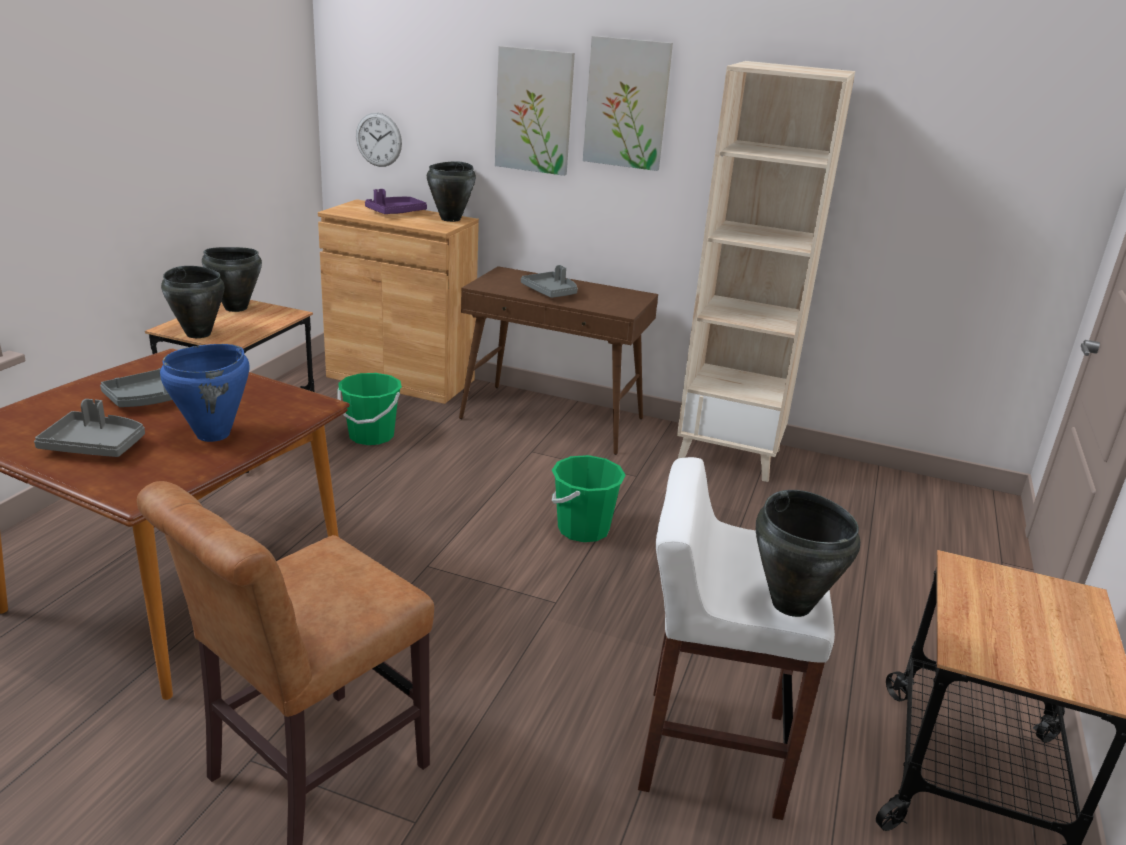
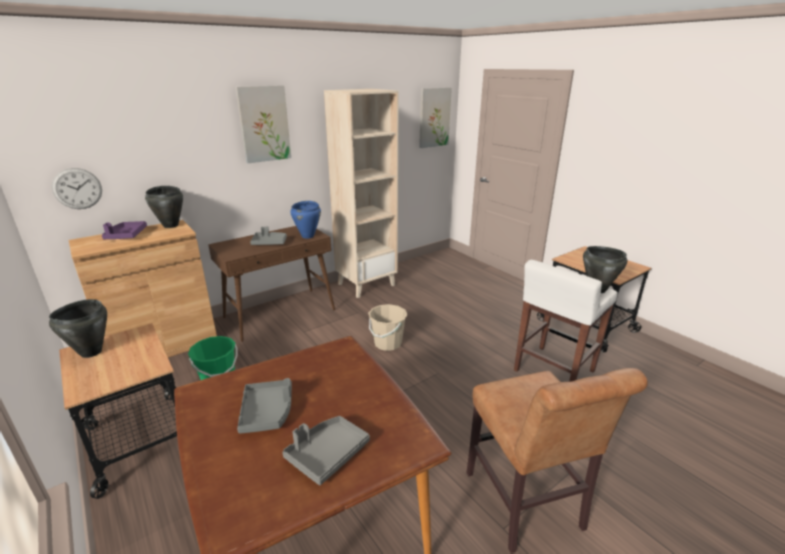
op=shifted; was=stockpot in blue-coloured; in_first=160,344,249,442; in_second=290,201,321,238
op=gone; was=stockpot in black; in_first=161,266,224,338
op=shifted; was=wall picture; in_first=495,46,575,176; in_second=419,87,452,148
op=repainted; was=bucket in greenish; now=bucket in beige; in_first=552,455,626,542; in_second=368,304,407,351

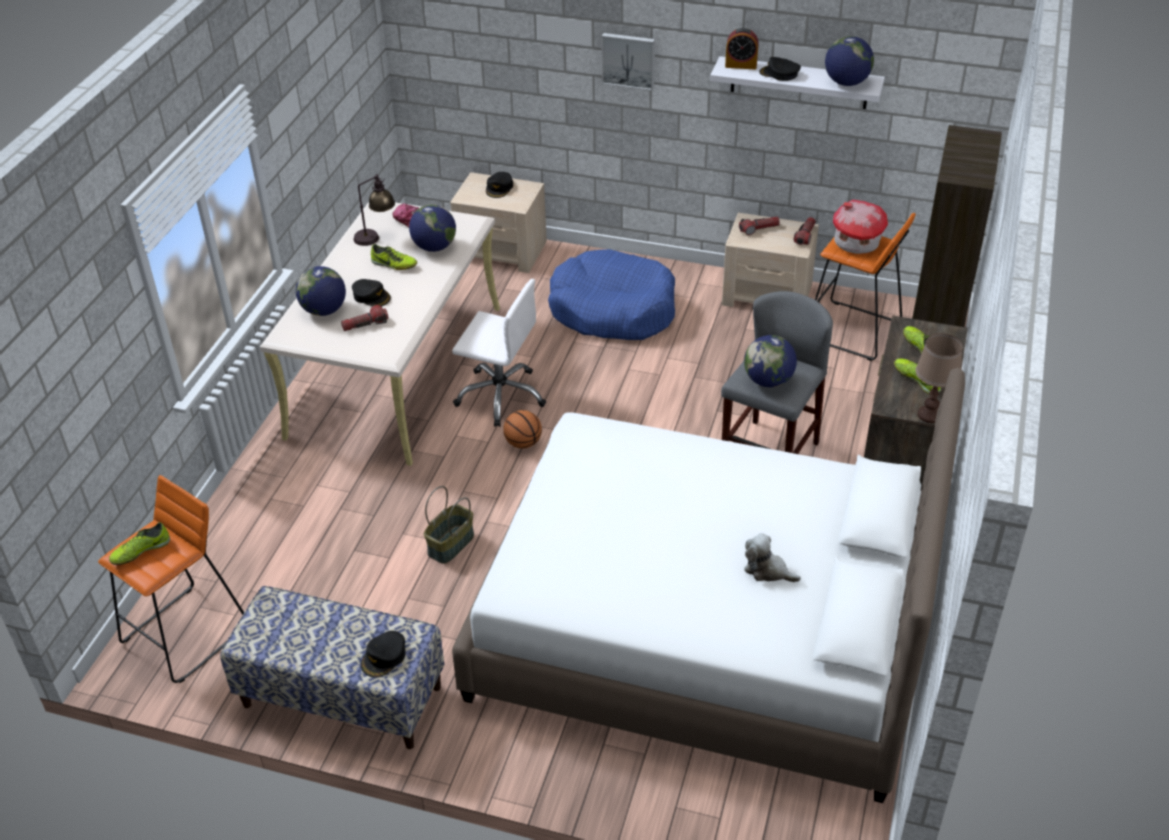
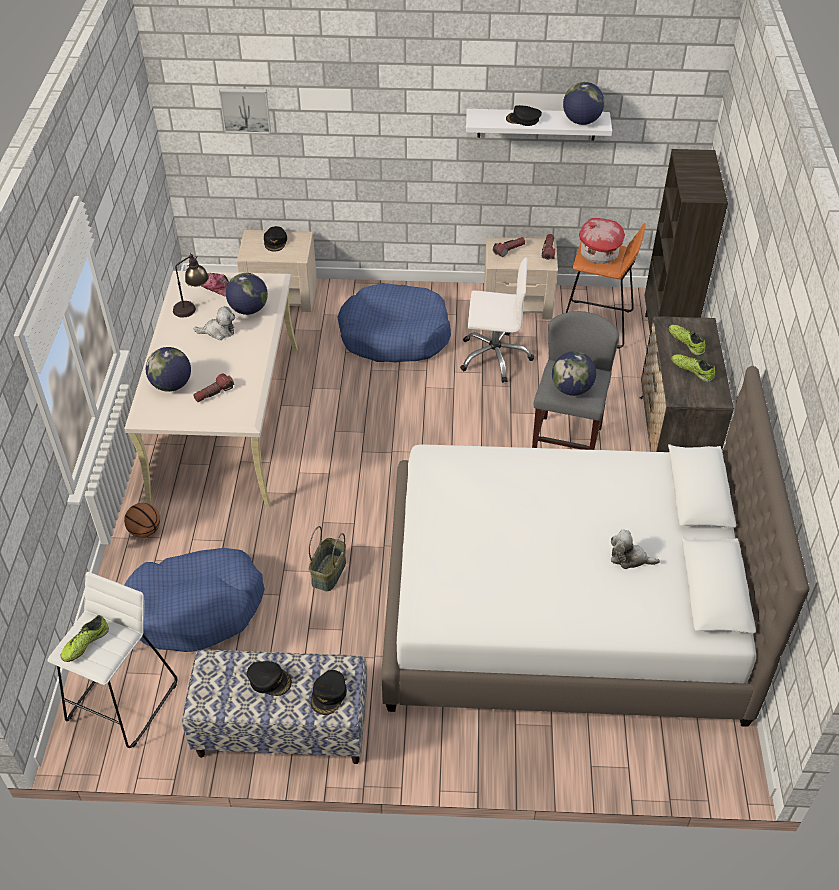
op=repainted; was=sitting stool in orange-coloured; now=sitting stool in white-coloured; in_first=98,475,244,683; in_second=47,572,177,748
op=shifted; was=peaked cap in black; in_first=352,279,391,307; in_second=247,661,292,696
op=swapped; was=low shoe; now=plush toy; in_first=371,244,417,270; in_second=194,306,235,340
op=shifted; was=computer chair in white-coloured; in_first=452,279,546,427; in_second=460,258,534,383
op=shifted; was=basketball; in_first=503,410,542,449; in_second=124,503,160,538
op=shifted; was=wall picture; in_first=602,33,655,91; in_second=219,88,271,134
op=gone; was=alarm clock; in_first=725,28,758,69
op=gone; was=lamp for a table in brown-coloured; in_first=916,333,963,423
op=new; now=dog cushion in blue-coloured; in_second=124,548,265,652

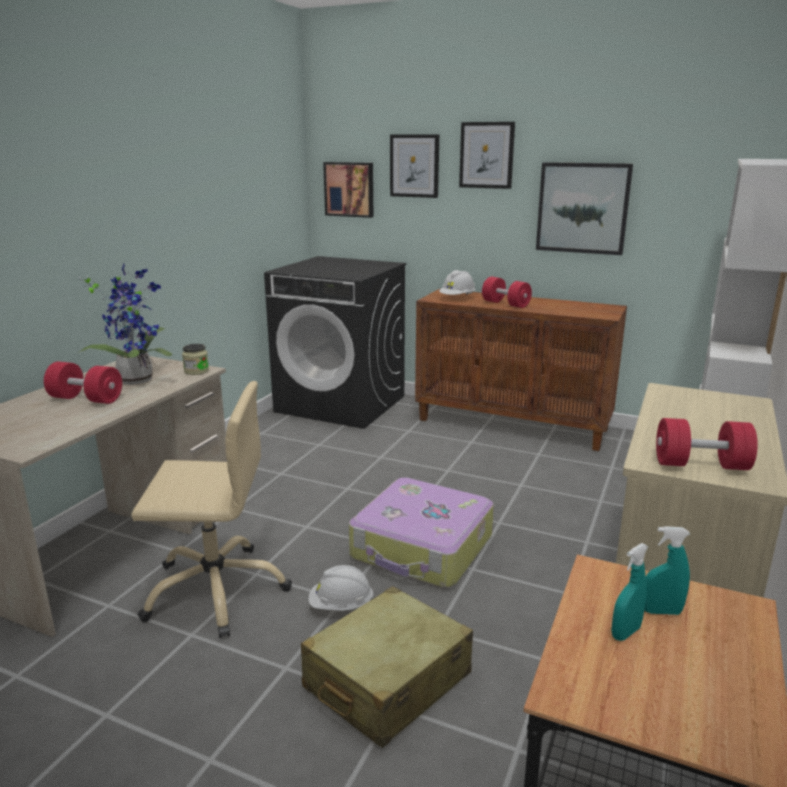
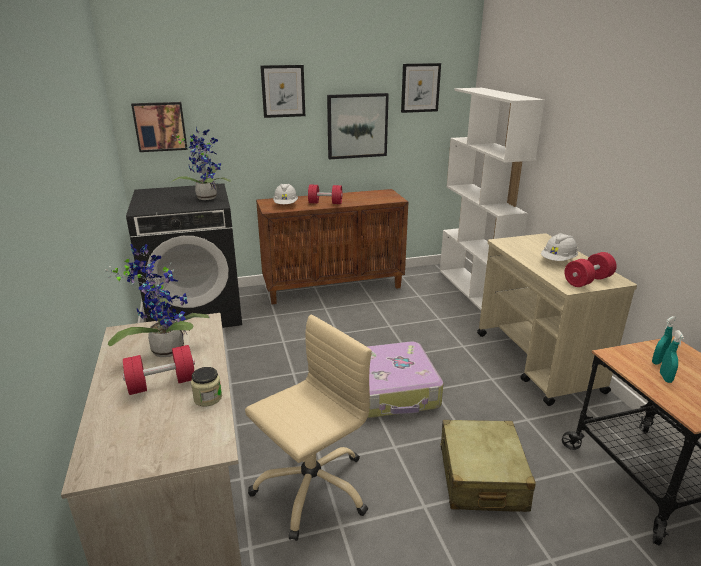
op=shifted; was=preserve jar; in_first=182,344,209,375; in_second=191,367,222,406
op=shifted; was=work helmet in white-coloured; in_first=309,565,374,611; in_second=541,233,578,261
op=shifted; was=wall picture; in_first=390,134,439,198; in_second=401,63,441,113
op=new; now=plant in a pot; in_second=171,126,231,200

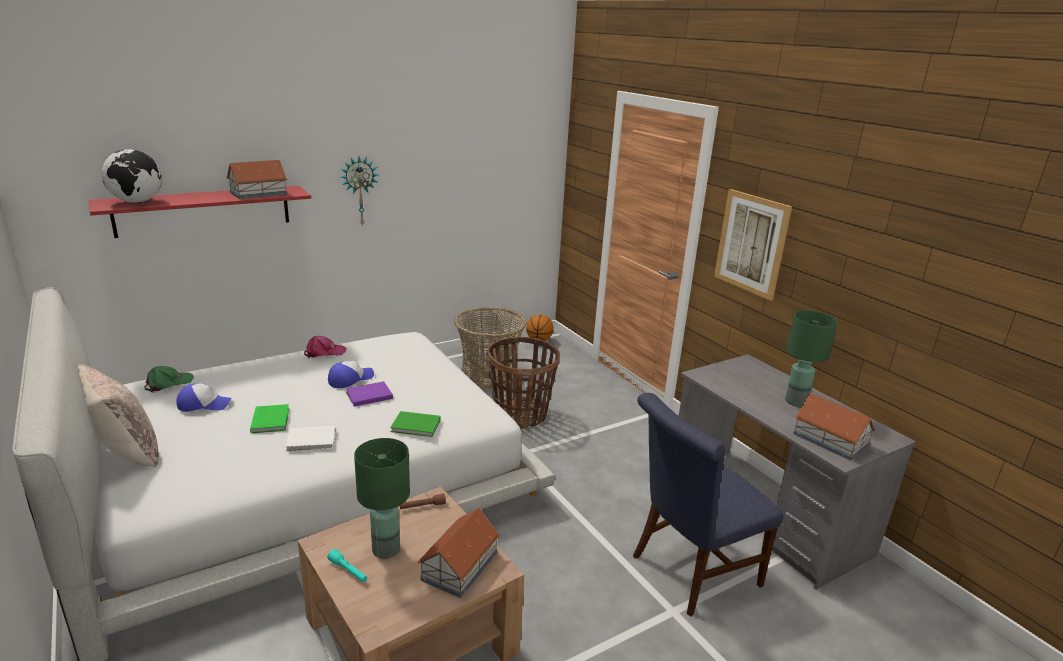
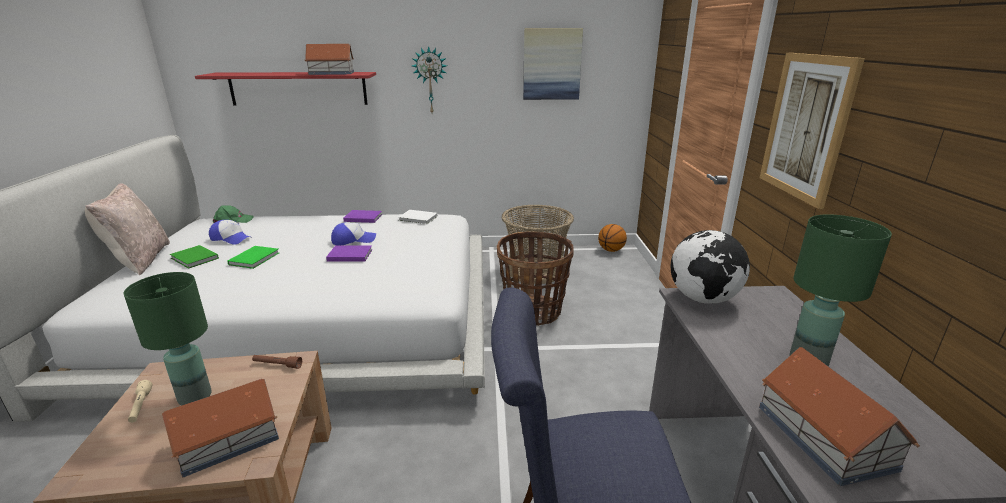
op=shifted; was=desk globe; in_first=102,149,162,203; in_second=670,230,750,304
op=shifted; was=volume in white-coloured; in_first=285,426,335,452; in_second=398,210,438,224
op=swapped; was=peaked cap in pinkish; now=volume in purple-coloured; in_first=304,336,346,358; in_second=343,210,382,223
op=repainted; was=flashlight in turquoise-coloured; now=flashlight in beige; in_first=327,549,367,582; in_second=128,380,152,423
op=shifted; was=volume in greenish; in_first=390,411,440,437; in_second=170,245,219,269
op=new; now=wall picture; in_second=523,28,583,100

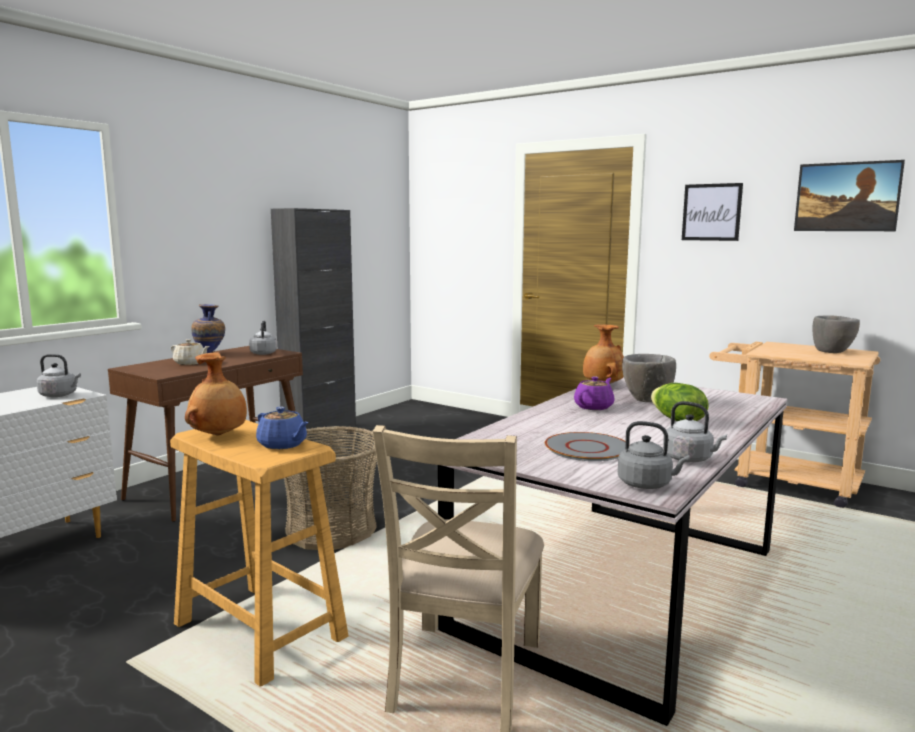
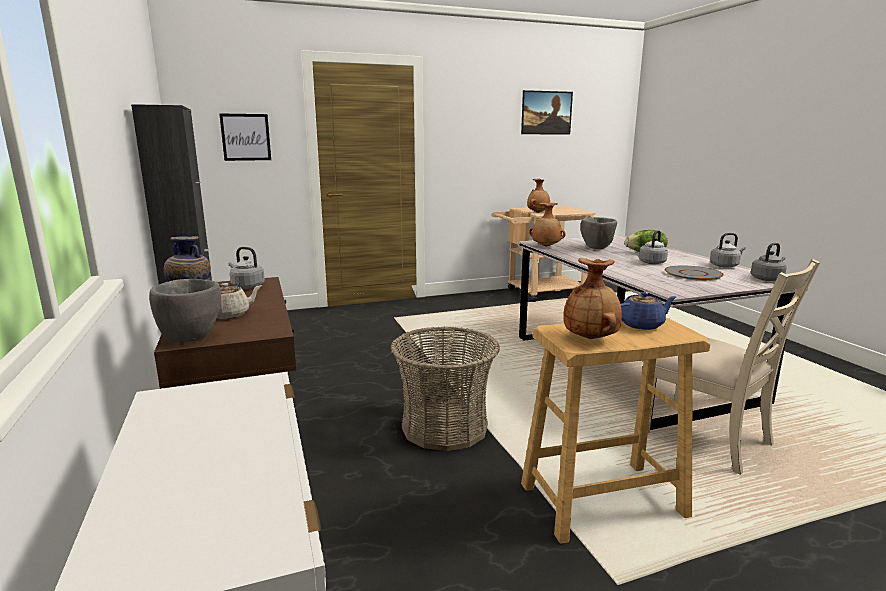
op=shifted; was=kettle in gray; in_first=37,354,81,397; in_second=639,230,668,264
op=gone; was=tea pot in purple-coloured; in_first=574,376,615,410
op=shifted; was=wall picture; in_first=682,183,743,241; in_second=219,113,271,161
op=shifted; was=serving bowl in gray; in_first=812,315,860,353; in_second=149,279,221,343
op=new; now=decorative vase in brown-coloured; in_second=527,178,550,213

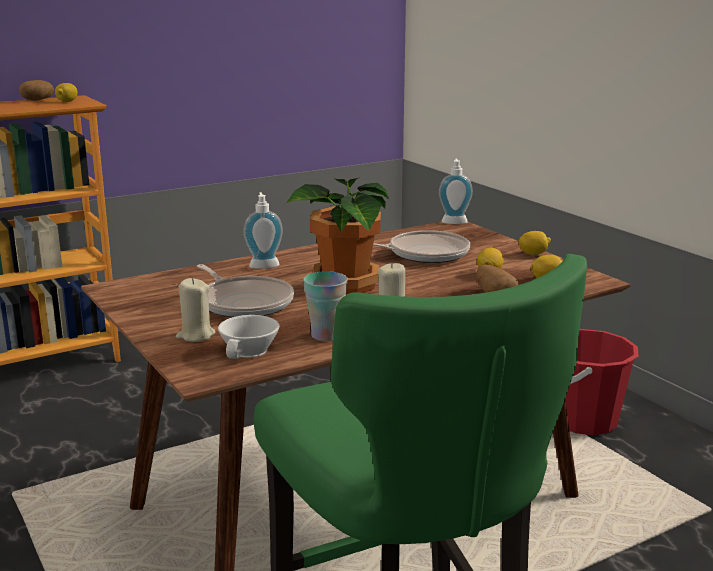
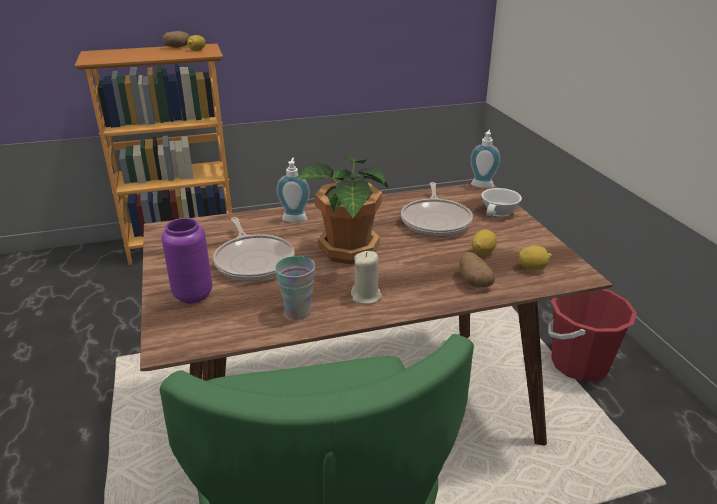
op=swapped; was=wax light in beige; now=decorative vase in purple-coloured; in_first=176,278,215,342; in_second=162,218,212,303
op=shifted; was=cup in white-coloured; in_first=218,315,279,359; in_second=481,188,522,217
op=rotated; was=skillet; in_first=373,230,470,263; in_second=401,182,473,236; clockwise=90
op=gone; was=citrus fruit; in_first=518,231,551,255

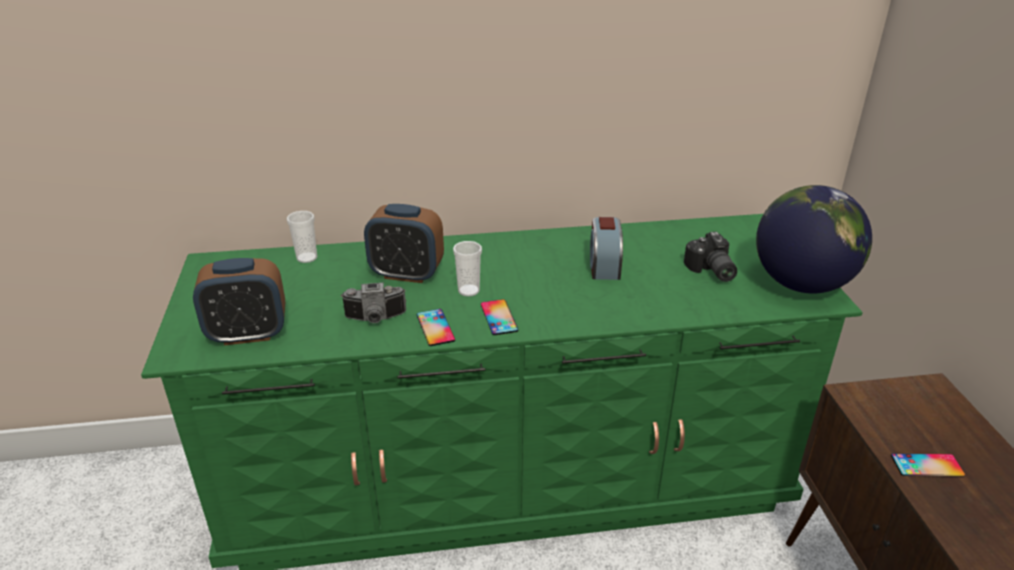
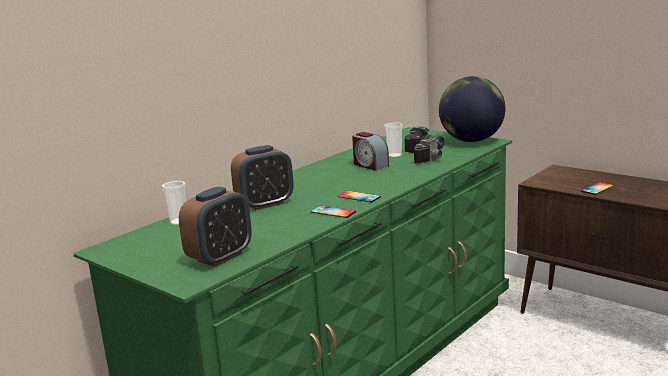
op=shifted; was=still camera; in_first=341,282,406,323; in_second=414,137,442,164
op=shifted; was=cup; in_first=453,241,482,297; in_second=384,122,403,158

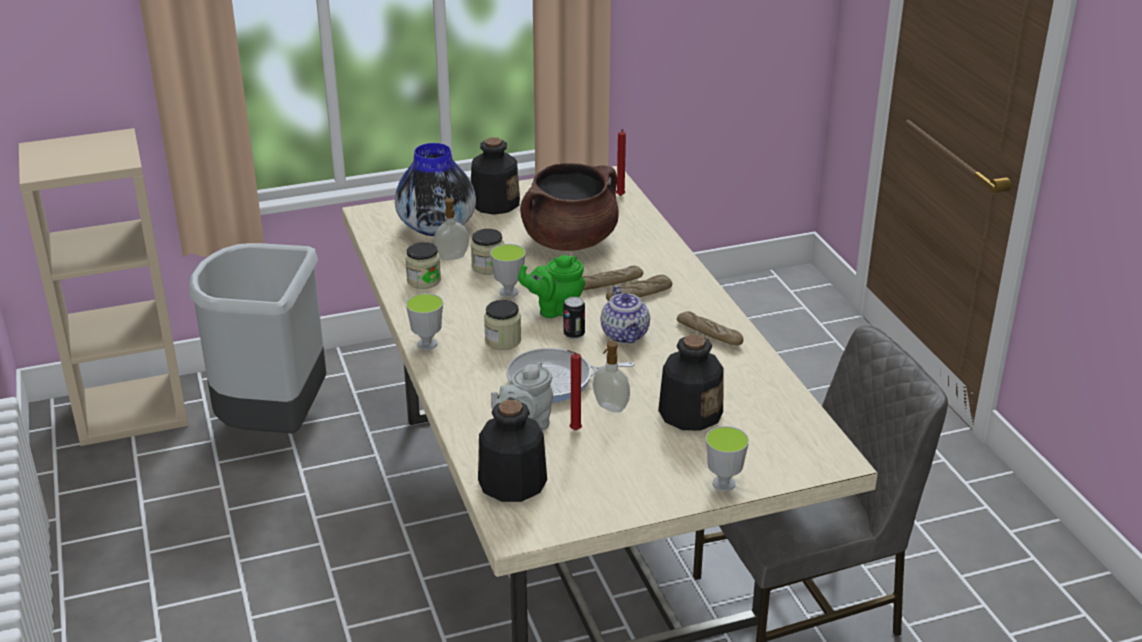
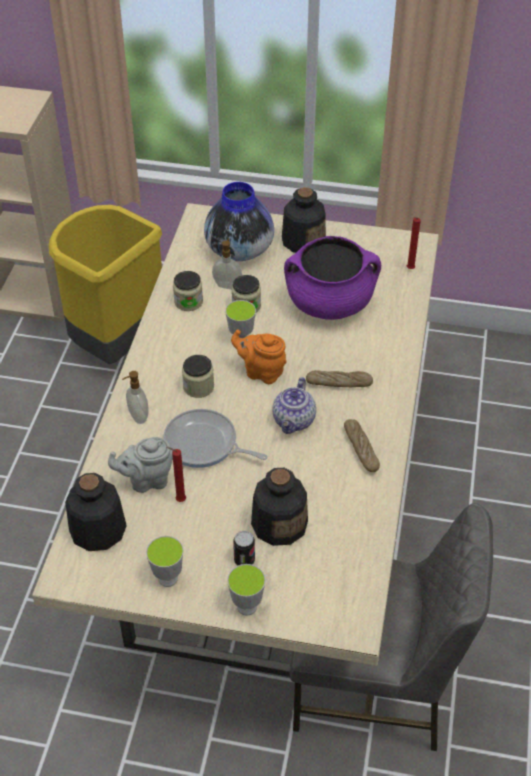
op=repainted; was=waste bin in gray; now=waste bin in yellow-coloured; in_first=188,243,327,434; in_second=49,205,162,364
op=shifted; was=cup; in_first=406,293,443,350; in_second=146,536,184,587
op=repainted; was=tea pot in greenish; now=tea pot in orange-coloured; in_first=518,255,585,318; in_second=231,330,287,384
op=repainted; was=stockpot in brown-coloured; now=stockpot in purple-coloured; in_first=520,163,619,251; in_second=284,236,381,320
op=shifted; was=can; in_first=563,297,585,339; in_second=233,531,255,566
op=gone; was=baked bread; in_first=582,266,643,290
op=shifted; was=soap dispenser; in_first=593,341,630,412; in_second=122,371,149,424

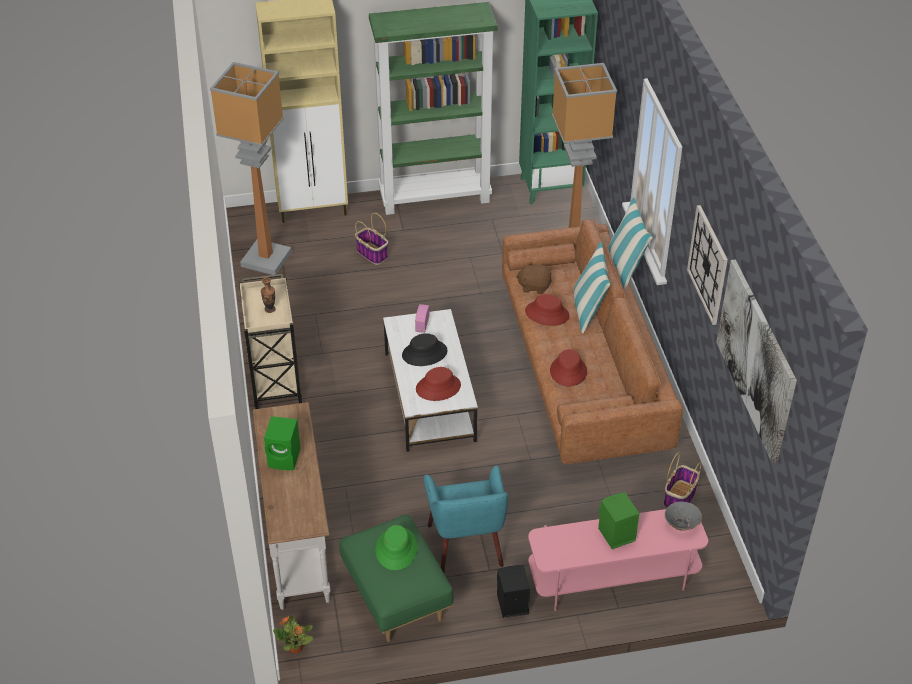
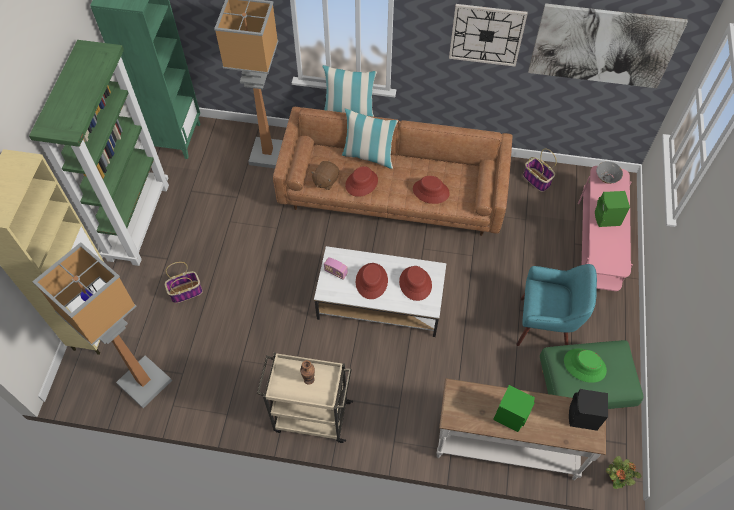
op=repainted; was=wearable hat in black; now=wearable hat in reddish; in_first=402,333,448,366; in_second=356,263,388,299
op=shifted; was=audio speaker in black; in_first=497,565,530,618; in_second=569,389,608,431

